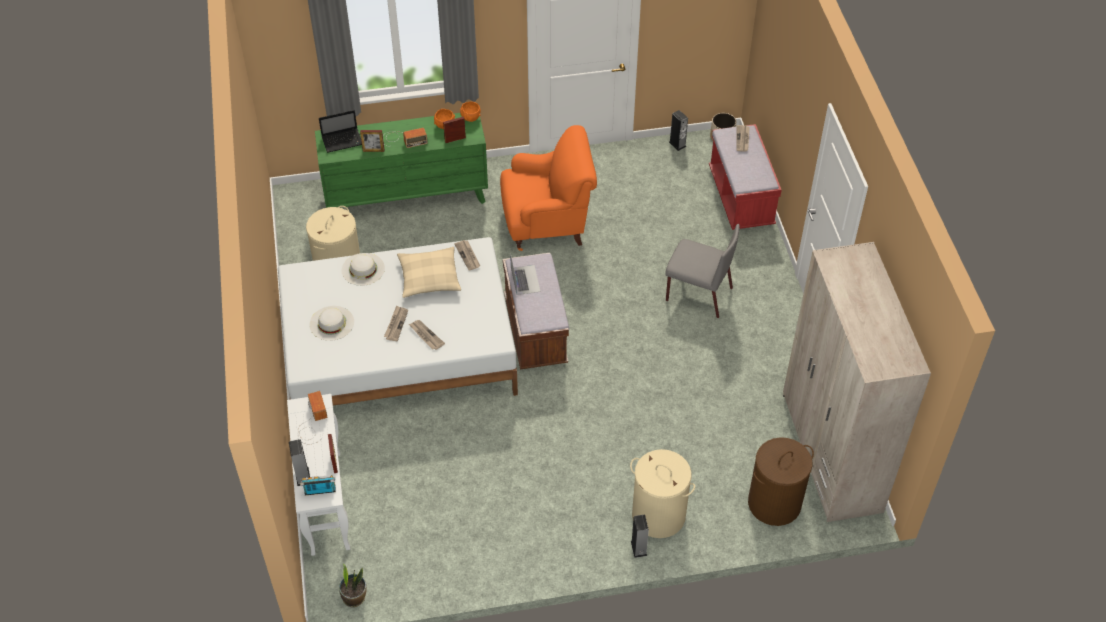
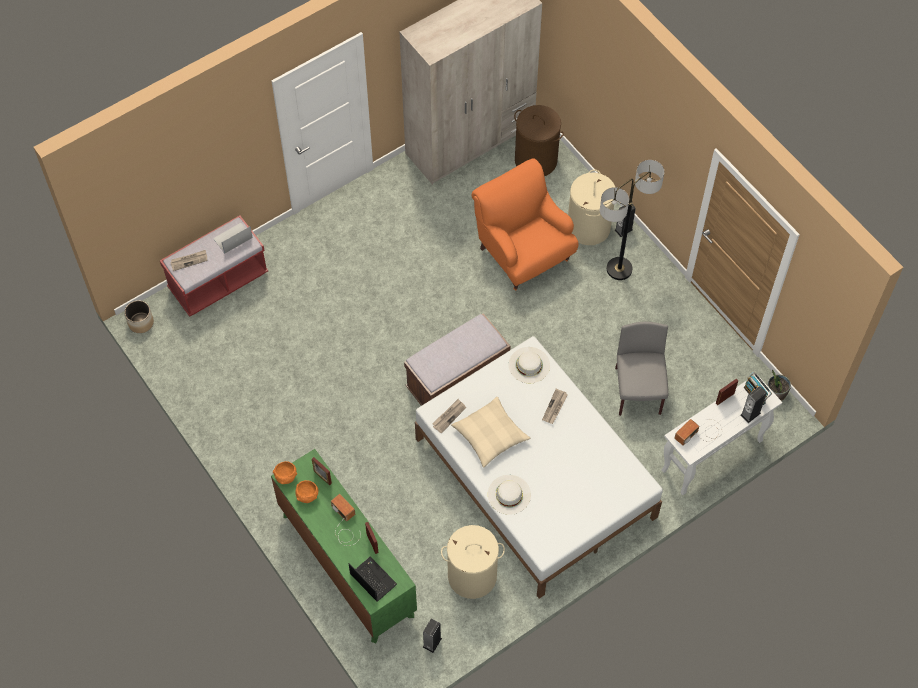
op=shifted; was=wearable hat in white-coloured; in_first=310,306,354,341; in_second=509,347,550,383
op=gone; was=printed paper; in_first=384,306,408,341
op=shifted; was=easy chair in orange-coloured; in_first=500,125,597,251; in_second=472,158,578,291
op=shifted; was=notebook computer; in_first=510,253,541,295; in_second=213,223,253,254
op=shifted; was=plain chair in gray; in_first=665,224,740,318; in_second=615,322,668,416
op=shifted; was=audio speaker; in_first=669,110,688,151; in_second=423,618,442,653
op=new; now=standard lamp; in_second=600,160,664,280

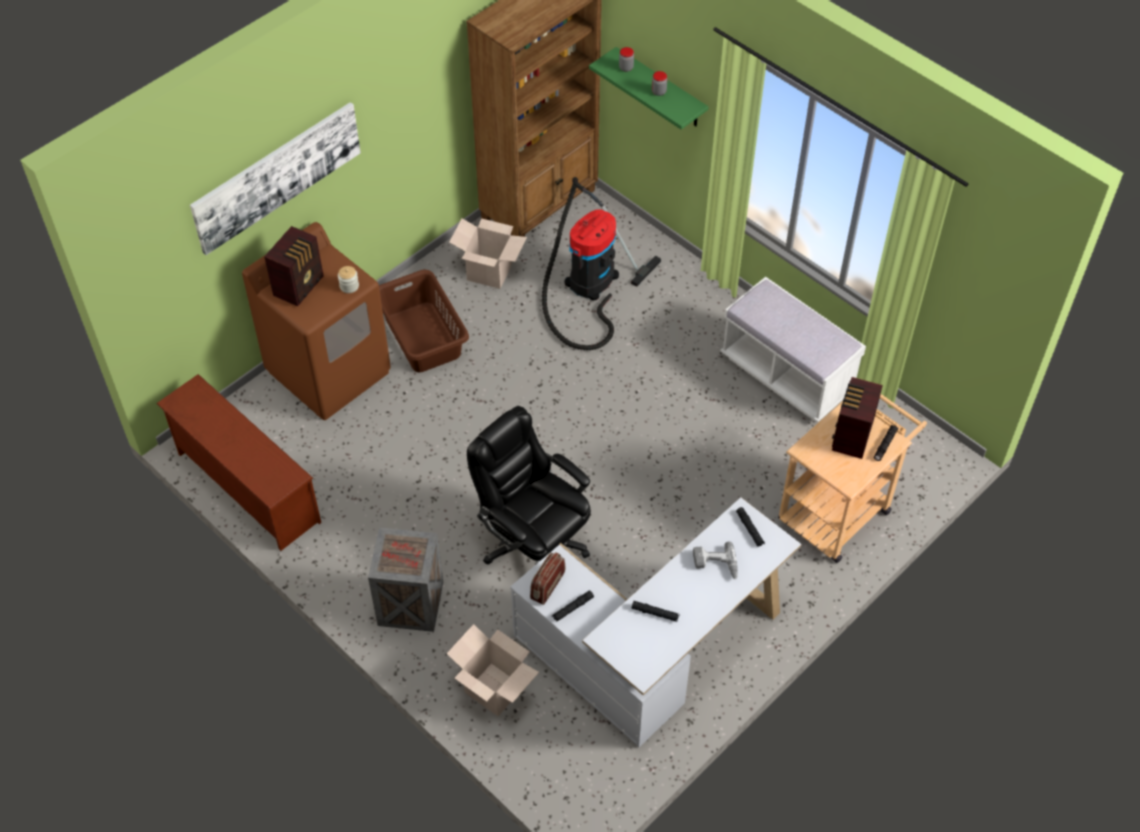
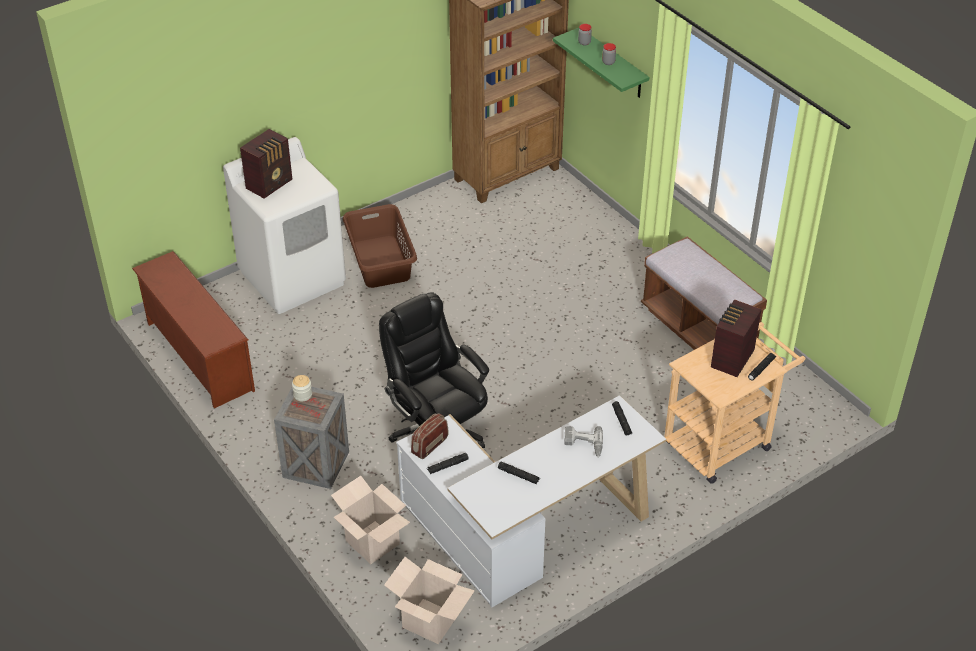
op=gone; was=wall picture; in_first=190,102,361,255
op=repainted; was=washing machine in brown-coloured; now=washing machine in white-coloured; in_first=242,222,391,420; in_second=223,137,346,314
op=shifted; was=preserve jar; in_first=338,266,359,293; in_second=292,375,312,401
op=shifted; was=carton; in_first=449,218,527,289; in_second=384,557,475,644
op=gone; was=vacuum; in_first=542,177,661,350
op=repainted; was=long seat in white-coloured; now=long seat in brown-coloured; in_first=720,277,866,423; in_second=641,236,767,350

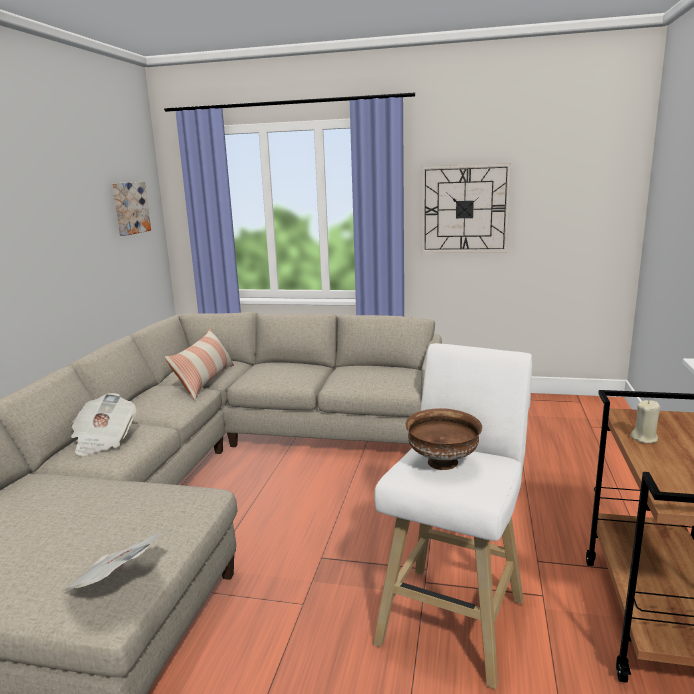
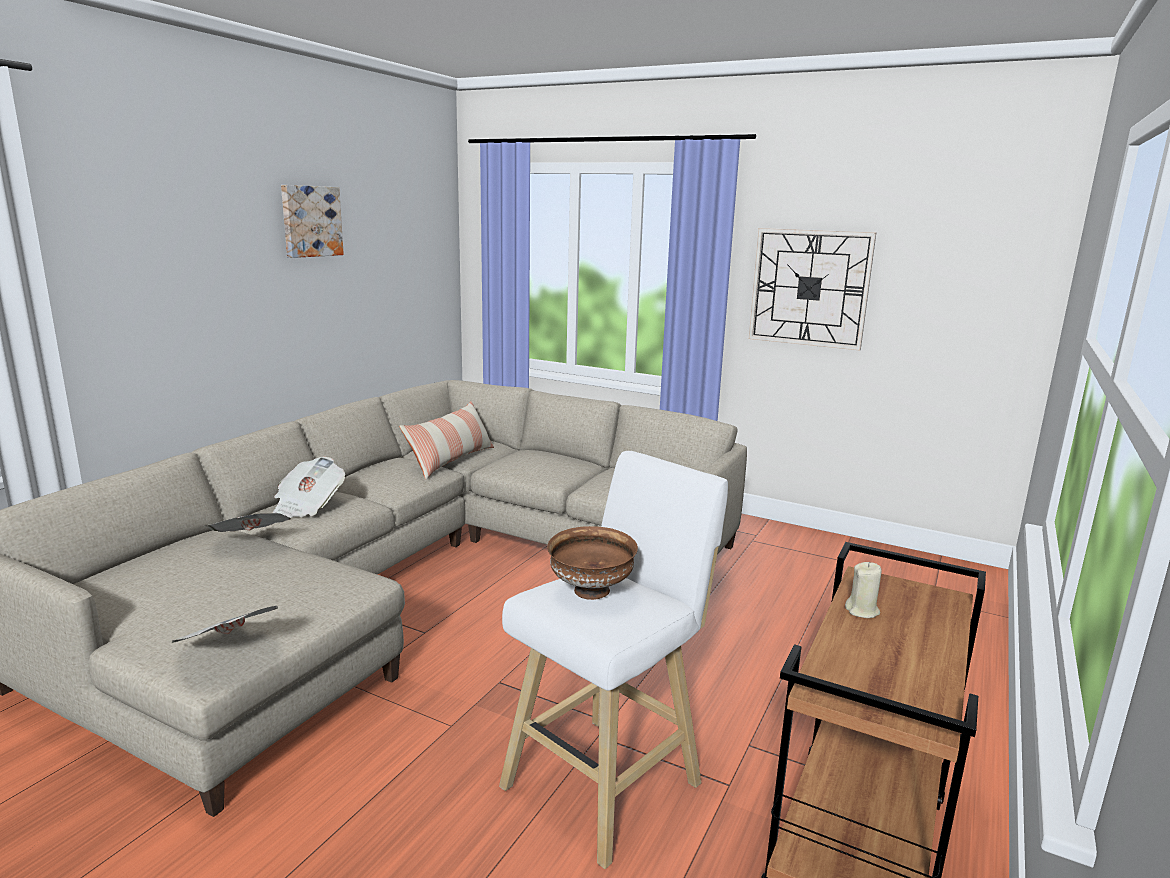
op=shifted; was=wall picture; in_first=112,182,151,236; in_second=281,185,344,258
op=new; now=printed paper; in_second=205,513,291,532

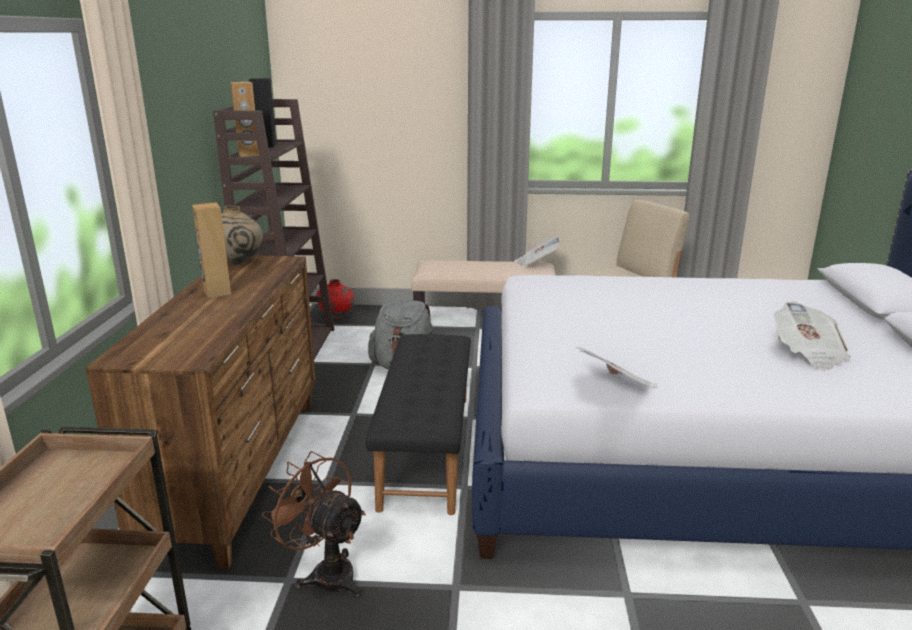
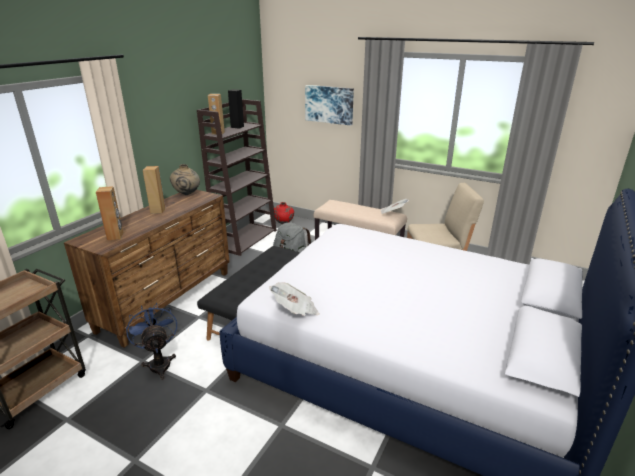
op=repainted; was=electric fan in brown-coloured; now=electric fan in blue-coloured; in_first=262,451,366,598; in_second=126,303,177,380
op=gone; was=printed paper; in_first=773,301,851,371
op=new; now=audio speaker in brown-coloured; in_second=96,186,124,240
op=new; now=wall picture; in_second=305,85,354,126

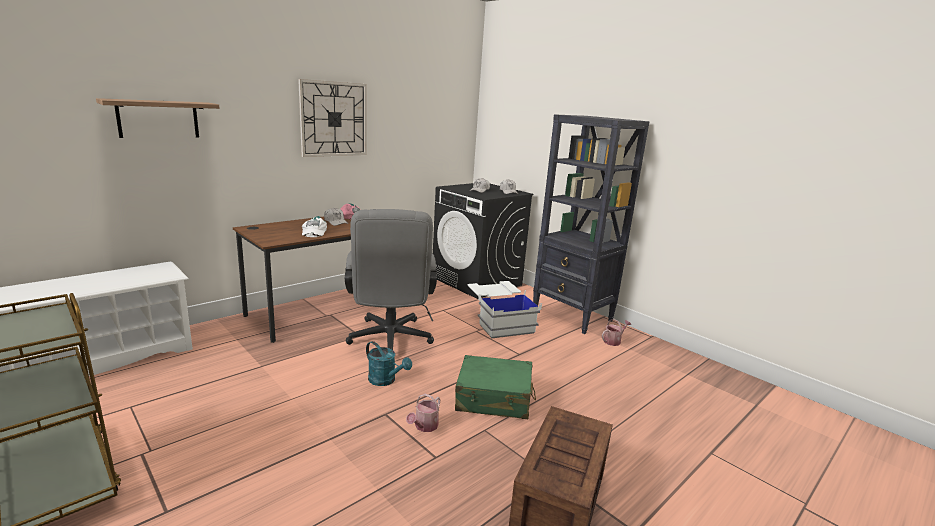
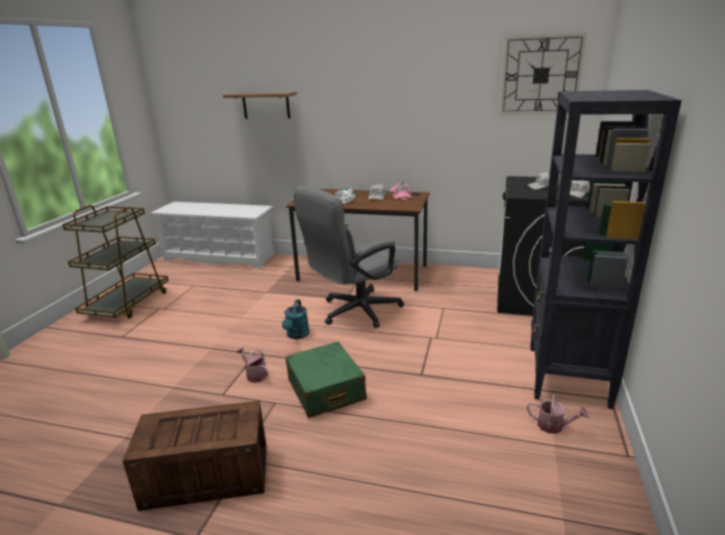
op=shifted; was=clock on the wall; in_first=298,79,367,157; in_second=500,33,586,114
op=rotated; was=watering can; in_first=406,394,440,432; in_second=236,347,268,383; clockwise=45
op=gone; was=storage box in white-coloured; in_first=468,281,542,338

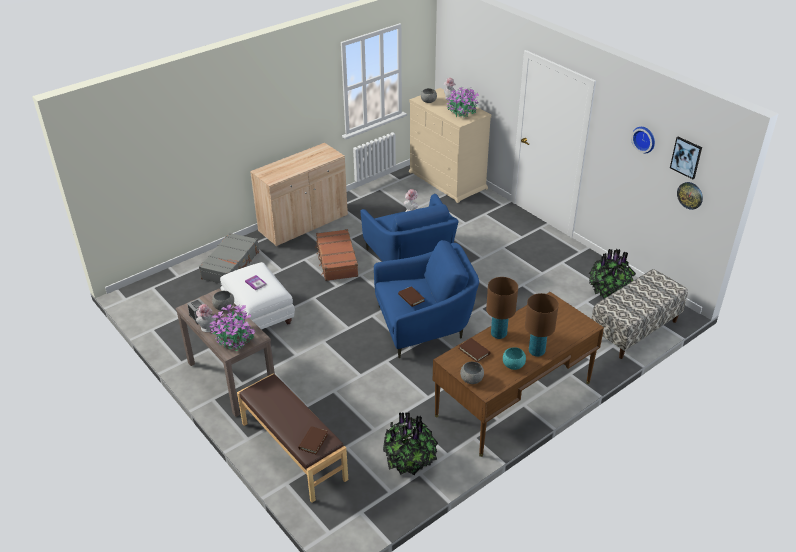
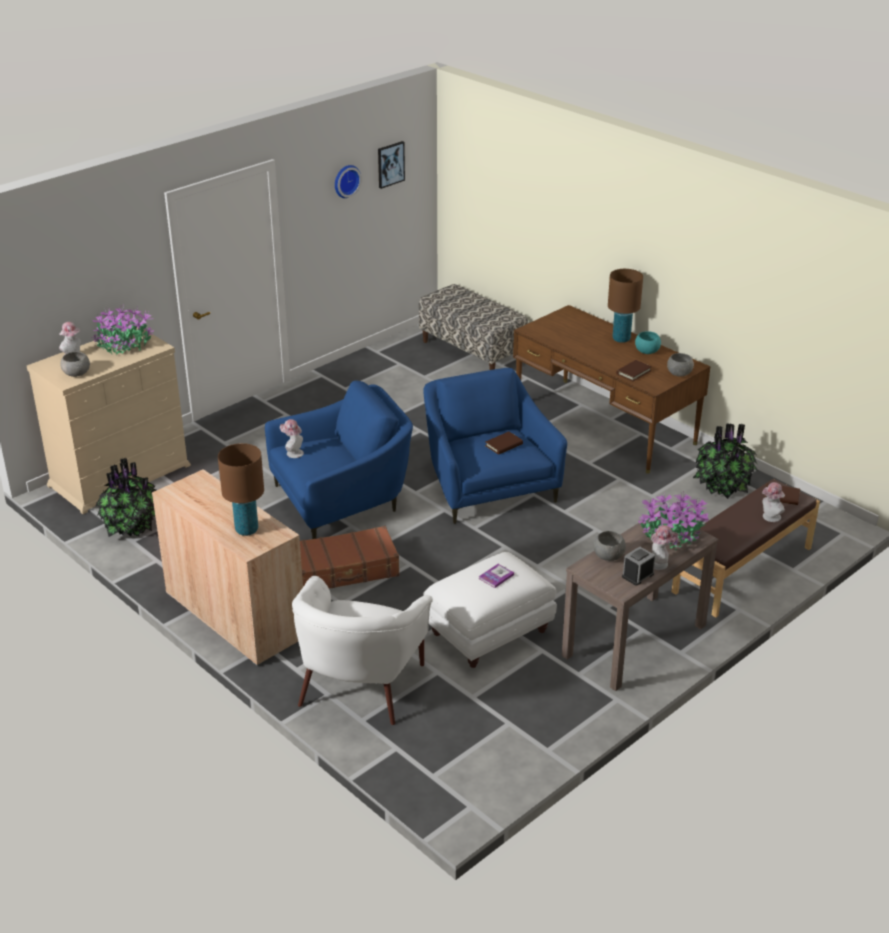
op=swapped; was=suitcase in gray; now=easy chair in white-coloured; in_first=199,233,259,284; in_second=292,576,433,725
op=shifted; was=lamp for a table in brown-coloured; in_first=486,277,518,339; in_second=218,443,264,536
op=shifted; was=plant in a pot; in_first=588,249,636,299; in_second=96,458,156,537
op=gone; was=clock on the wall; in_first=677,182,703,210
op=new; now=wearable hat; in_second=762,482,785,522

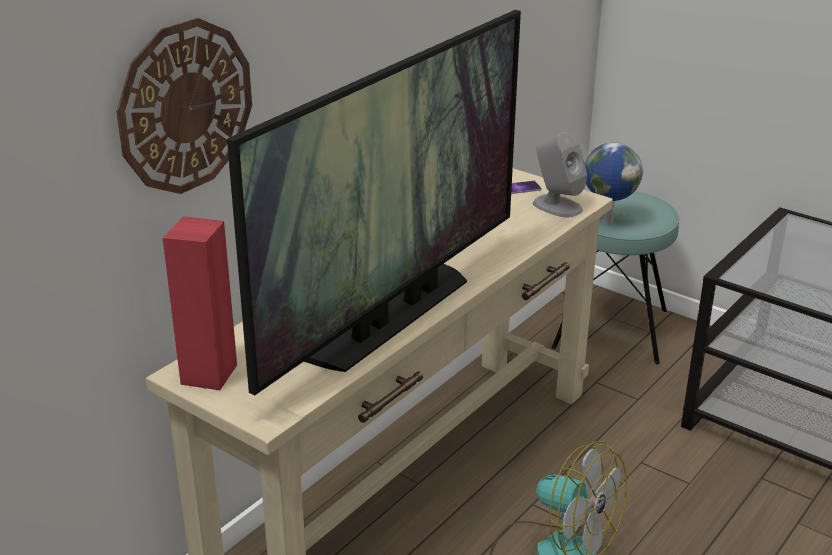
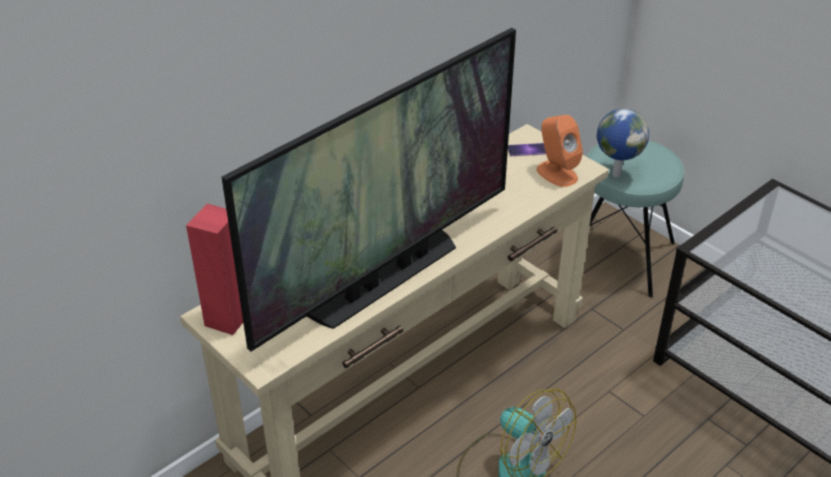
op=gone; was=clock on the wall; in_first=116,18,252,194
op=repainted; was=audio speaker in gray; now=audio speaker in orange-coloured; in_first=533,132,587,217; in_second=537,115,583,187

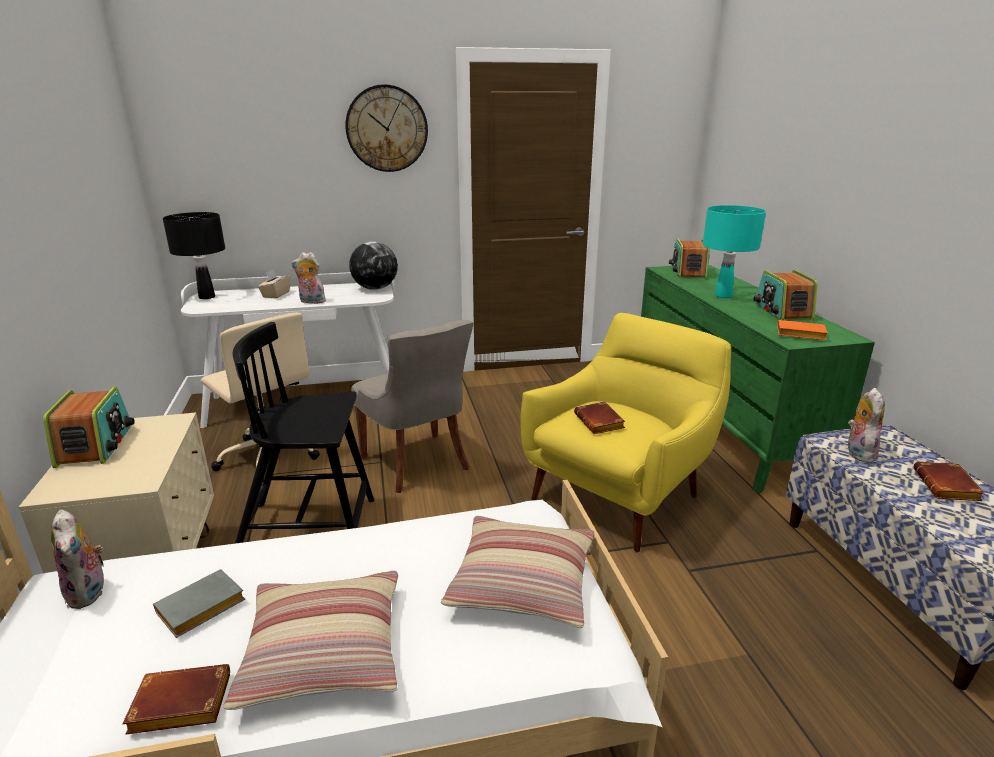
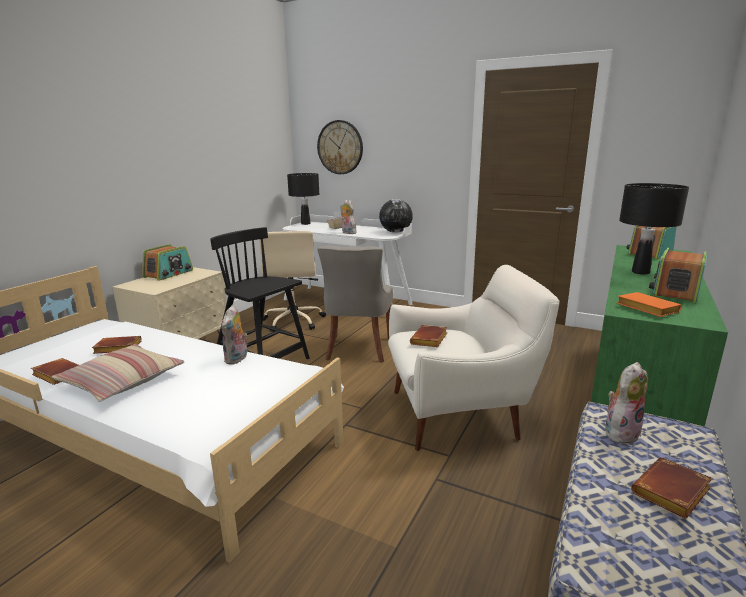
op=shifted; was=plush toy; in_first=51,509,104,609; in_second=221,305,248,364
op=repainted; was=volume in gray; now=volume in brown-coloured; in_first=153,569,245,638; in_second=92,336,142,354
op=shifted; was=clock on the wall; in_first=345,84,428,172; in_second=317,120,363,174
op=gone; was=pillow; in_first=441,516,595,628
op=repainted; was=easy chair in yellow-coloured; now=easy chair in white-coloured; in_first=520,313,731,552; in_second=388,265,560,451
op=repainted; was=lamp for a table in turquoise-coloured; now=lamp for a table in black; in_first=703,205,766,298; in_second=619,183,689,274

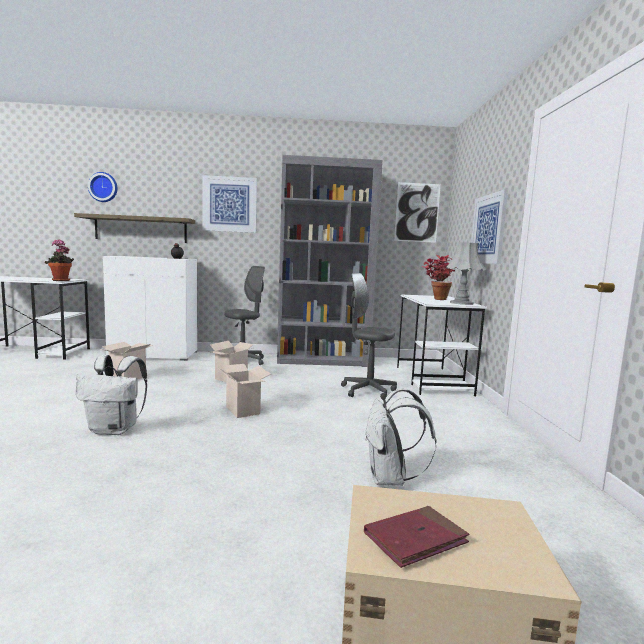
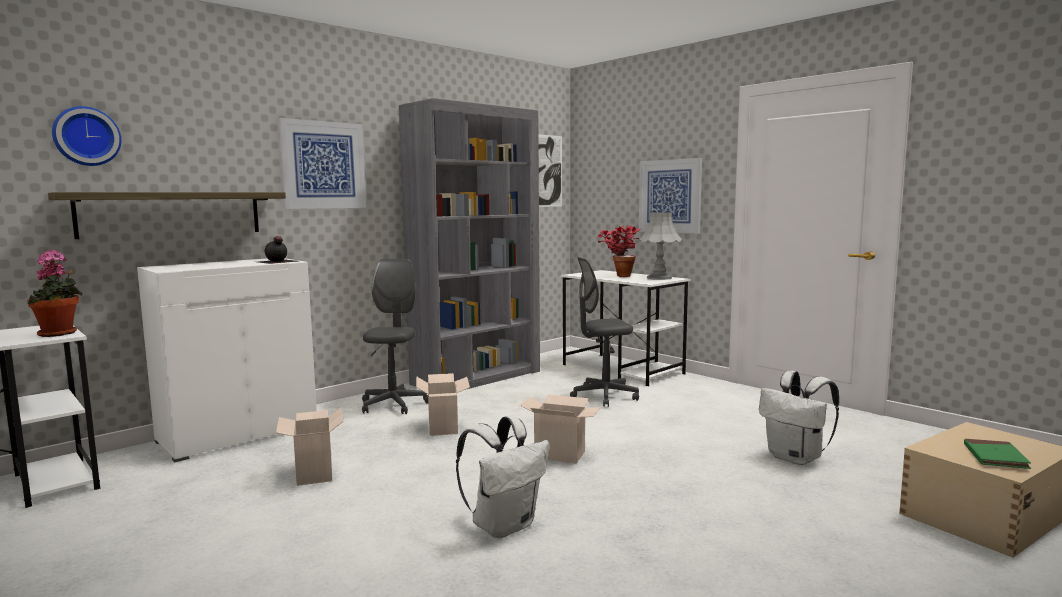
op=repainted; was=volume in reddish; now=volume in greenish; in_first=364,506,469,568; in_second=964,439,1031,469

